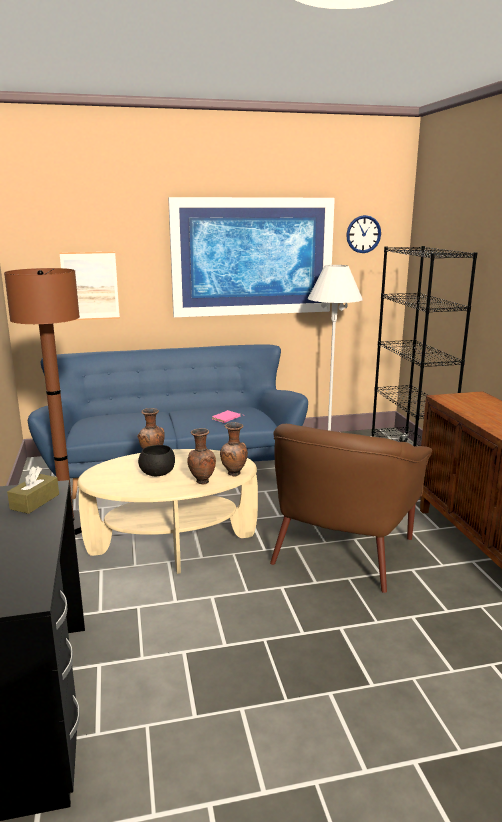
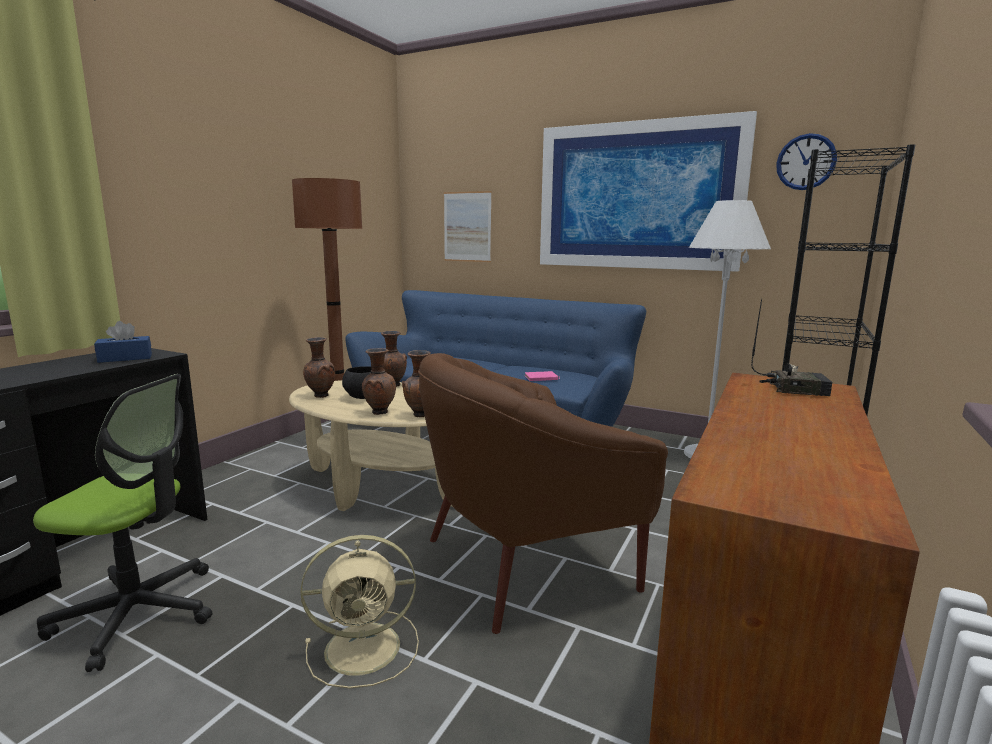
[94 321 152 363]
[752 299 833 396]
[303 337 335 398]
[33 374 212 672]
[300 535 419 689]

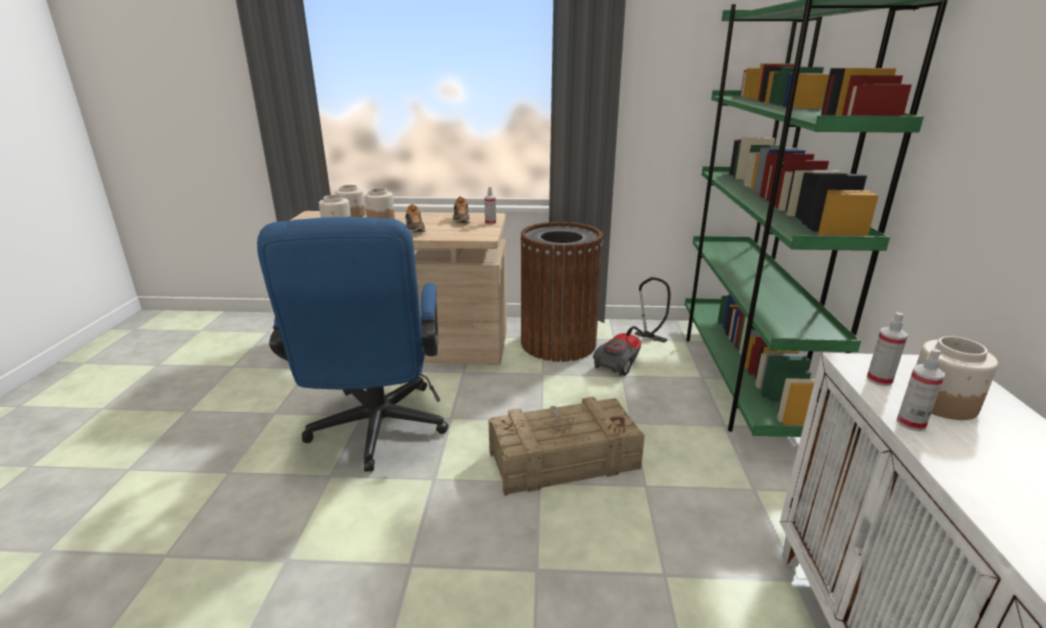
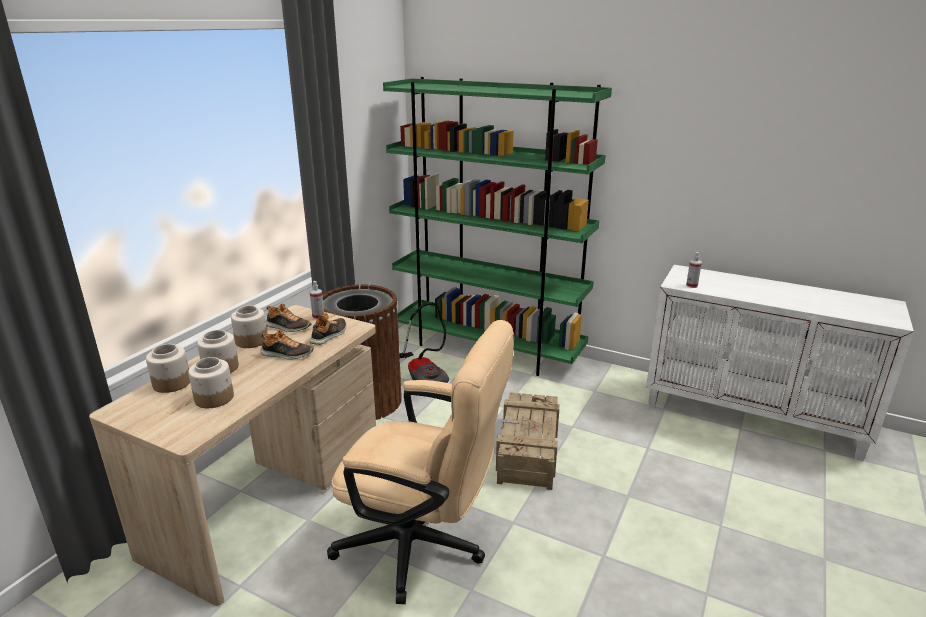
[327 320 514 604]
[231 306 268 348]
[896 348 945 431] (first image)
[309 313 346 345]

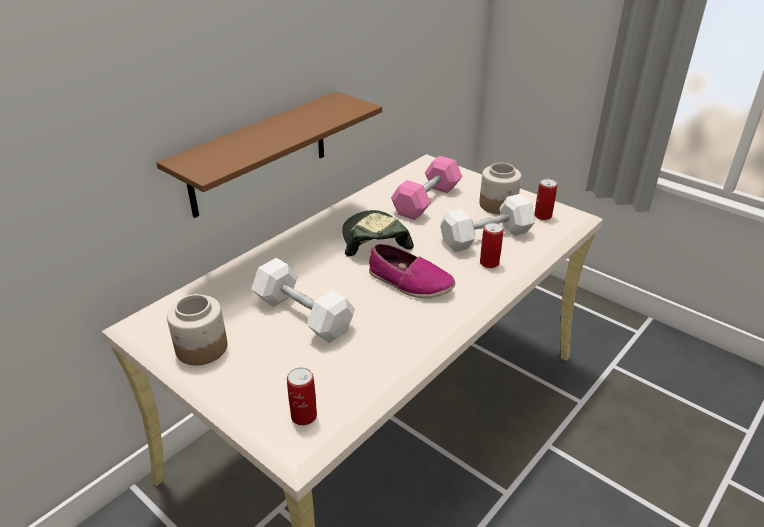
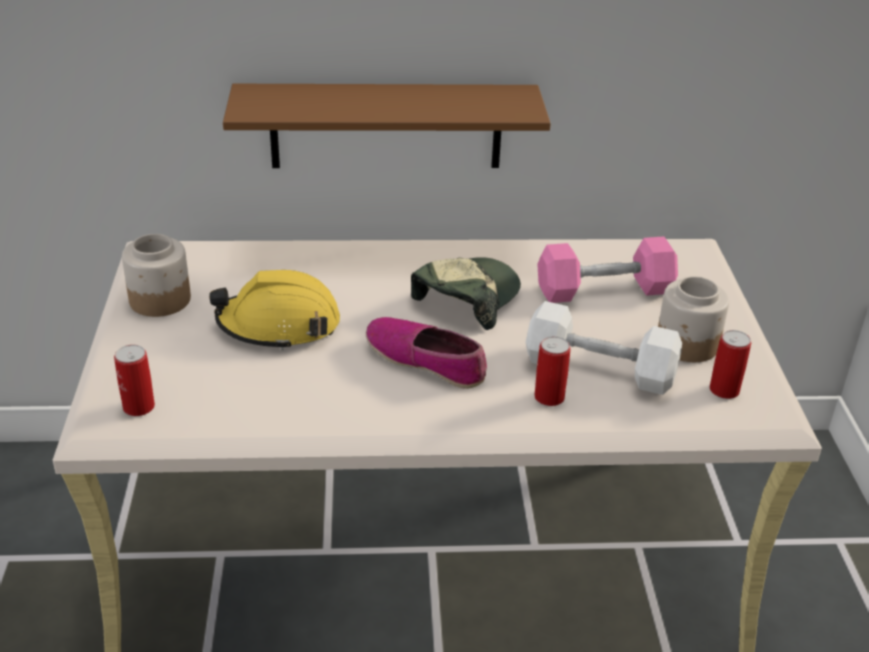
[366 317 487 389]
[209 270 340 351]

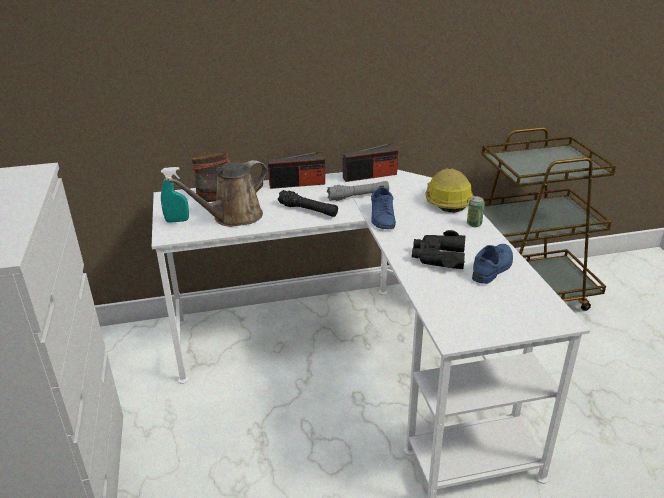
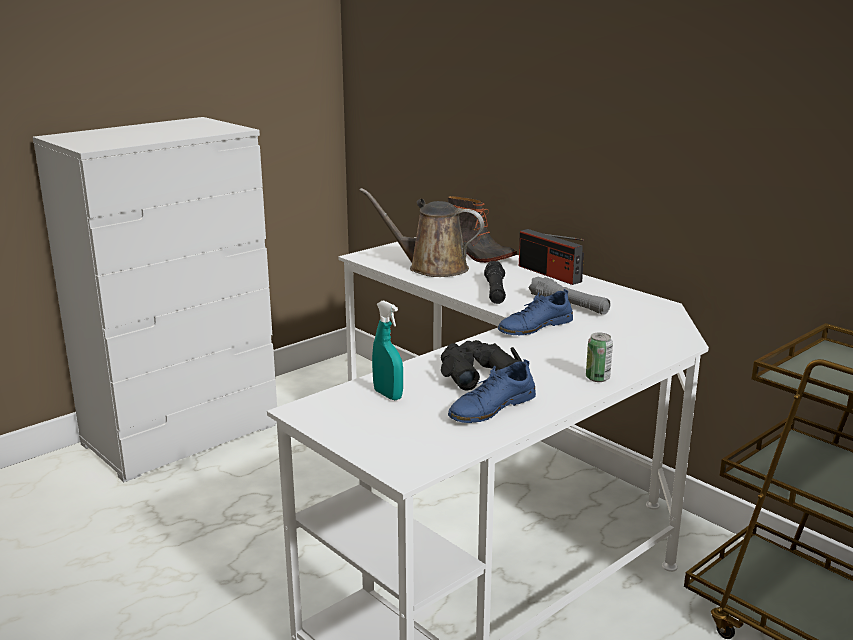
[343 142 398 182] (first image)
[372 300 403 400]
[426 168 474 213] (first image)
[448 359 536 423]

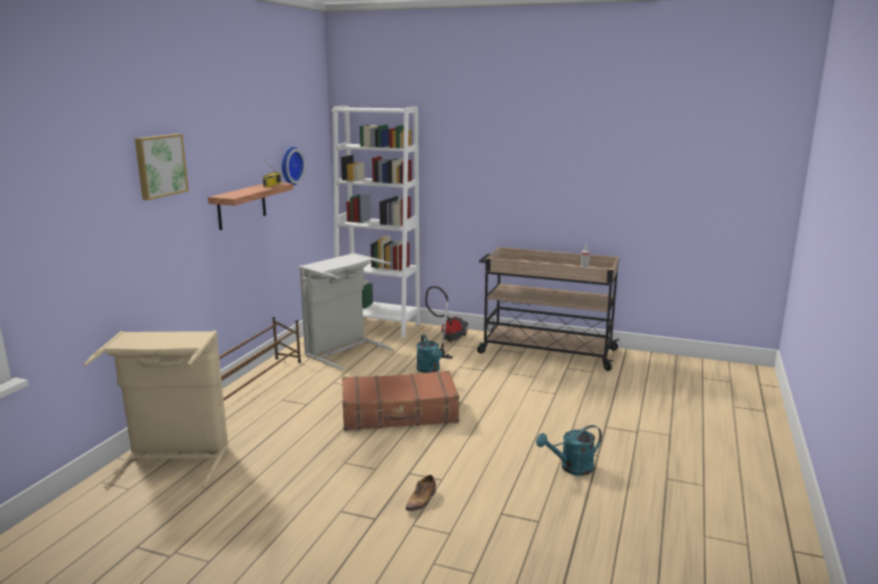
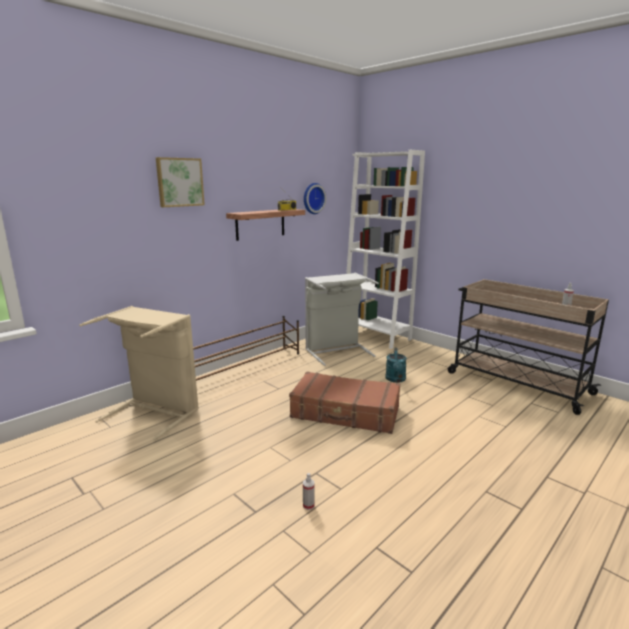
[425 286 468 359] (first image)
[536 425 602 476] (first image)
[303 473 315 510]

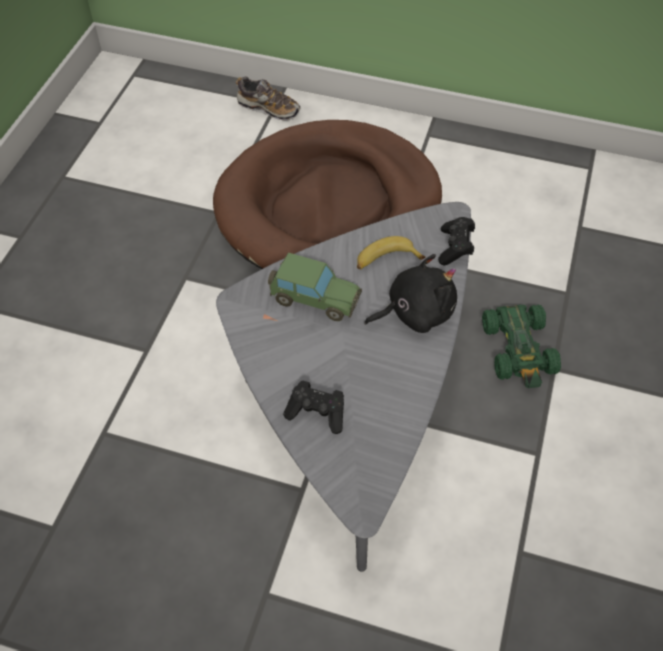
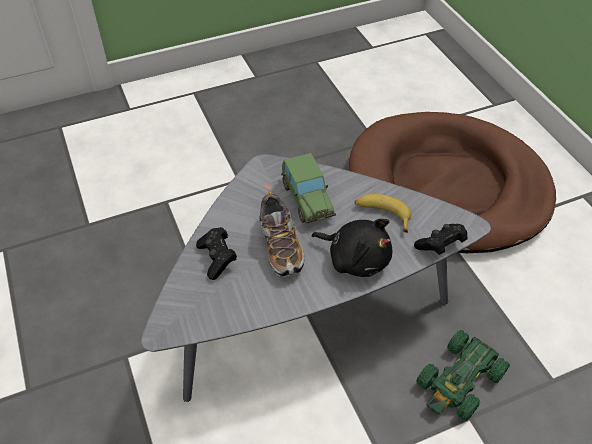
[259 192 304 277]

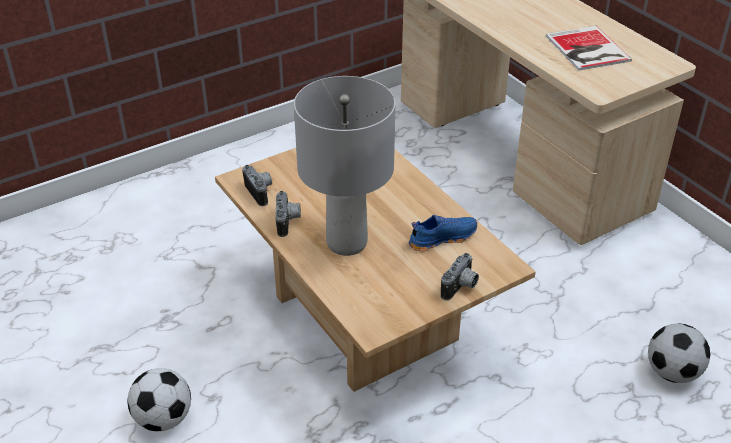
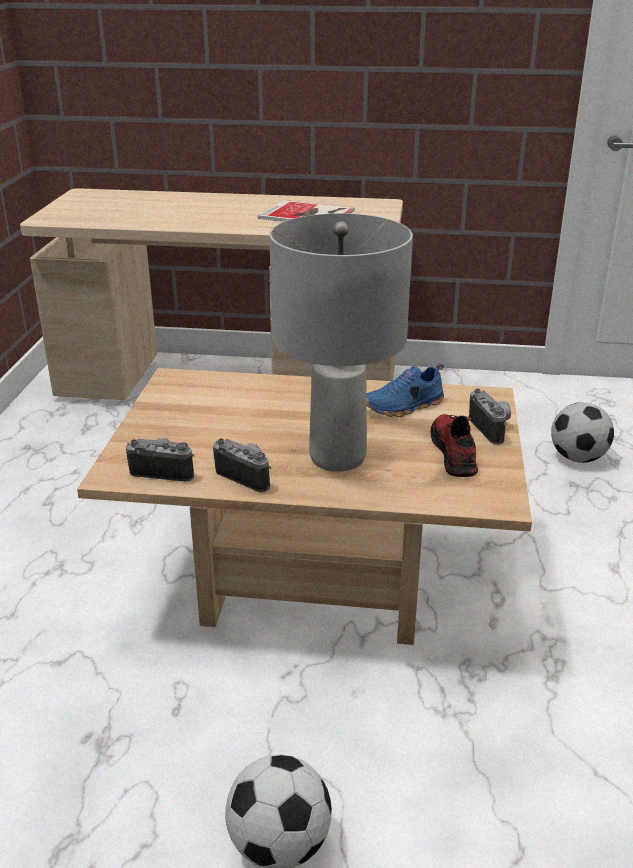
[366 363 444 417]
[431 414 478 477]

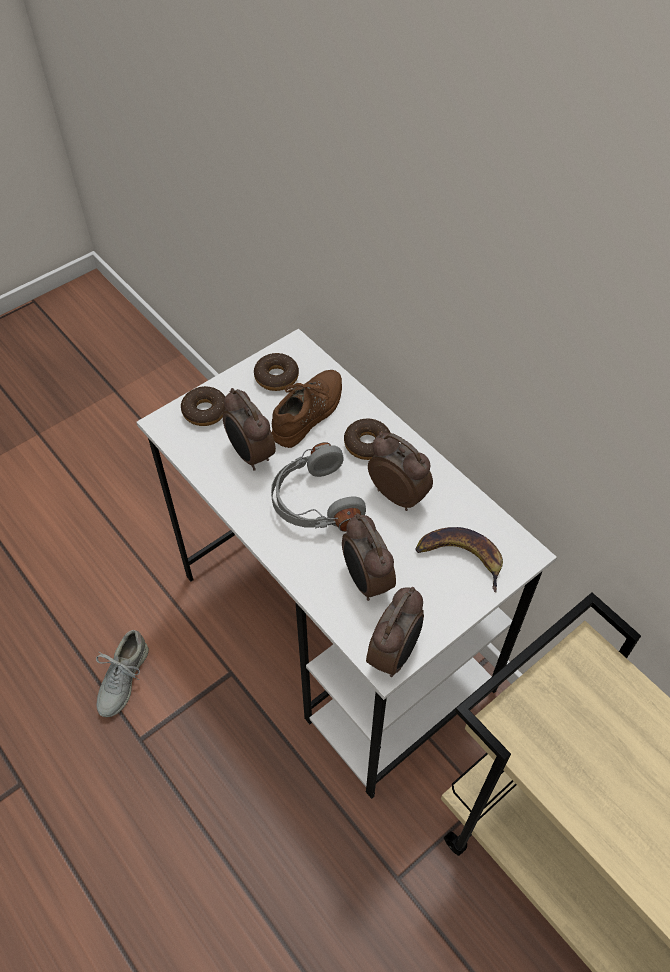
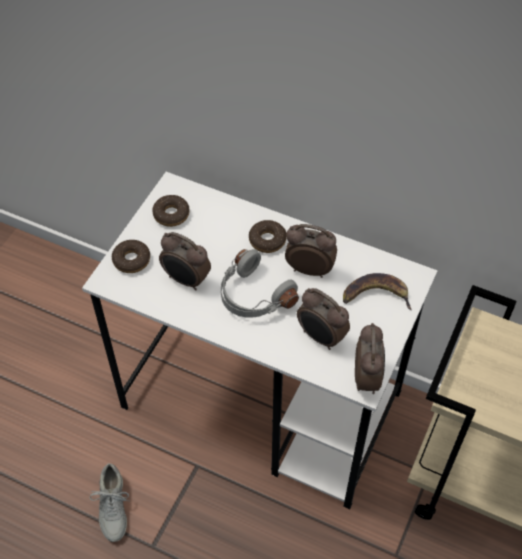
[272 370 342 448] (first image)

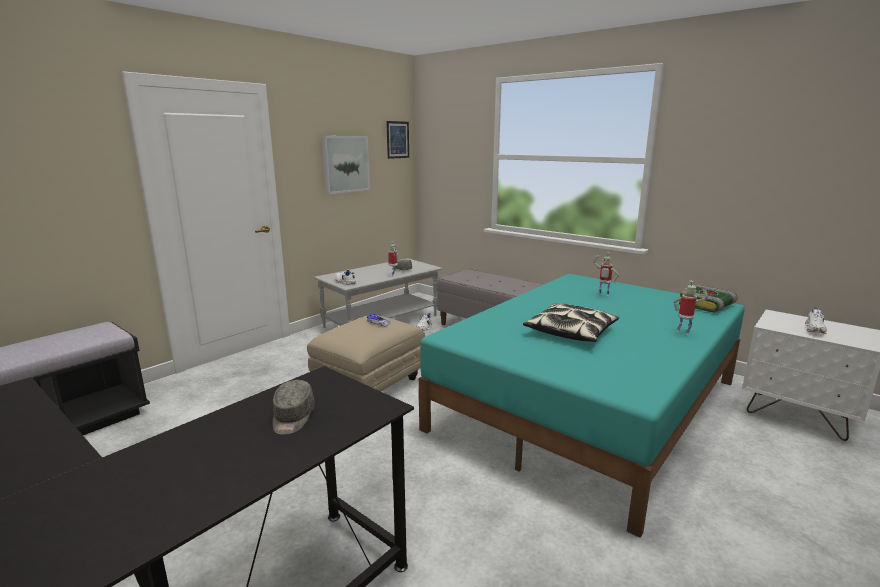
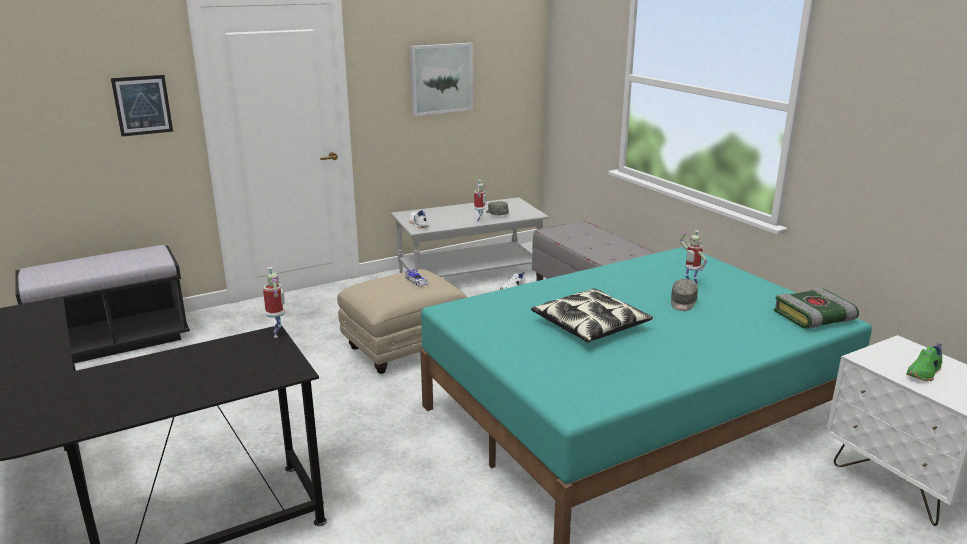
[111 75 173 137]
[263 267 285 338]
[906 343 942 381]
[671 279 698 311]

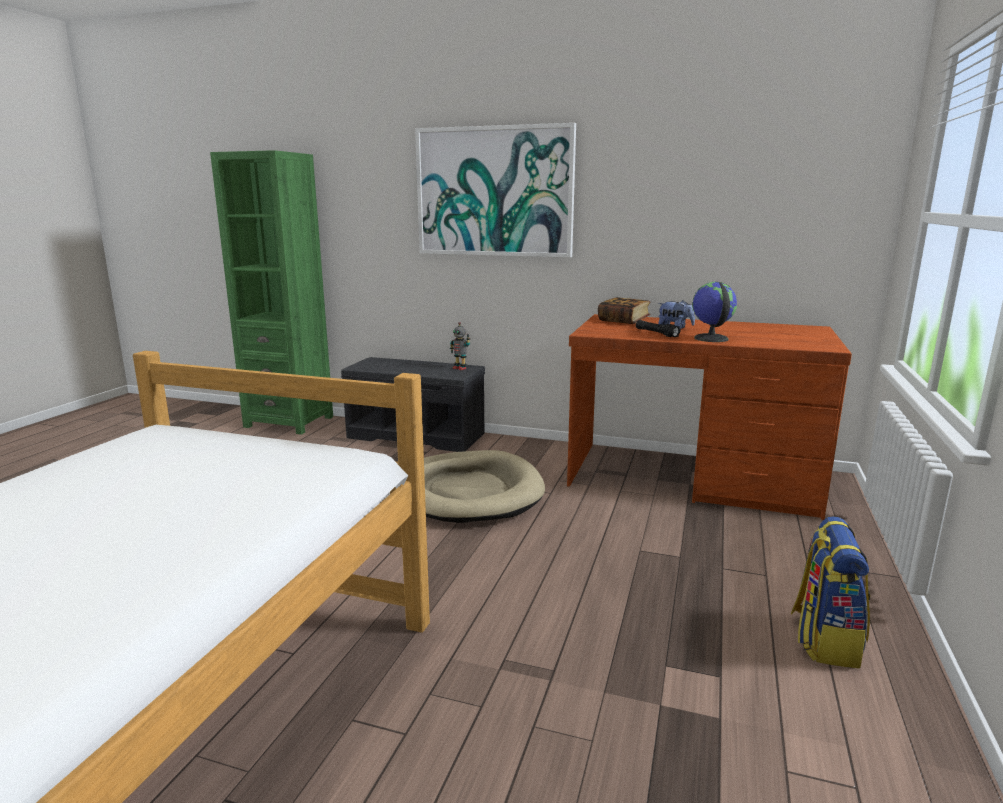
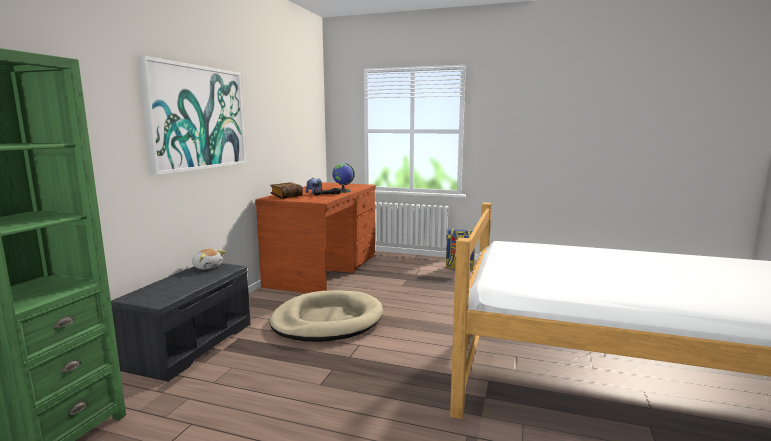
[192 249 225 270]

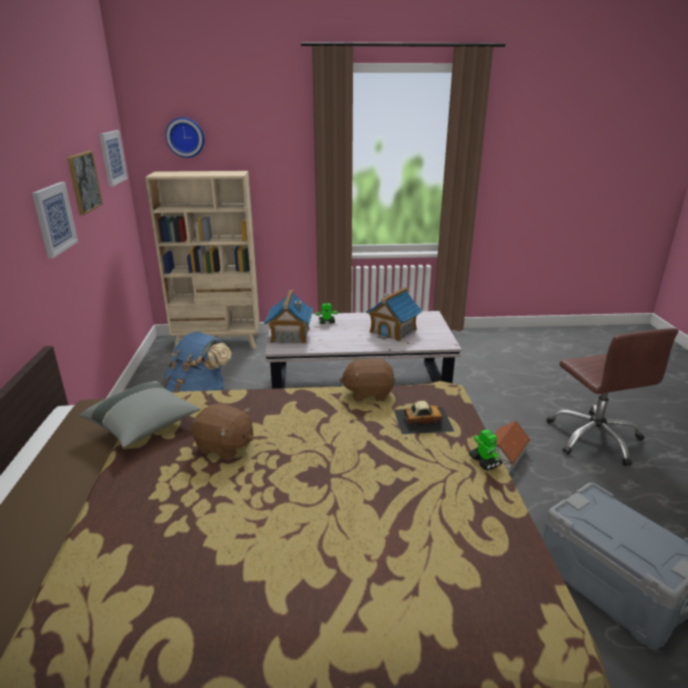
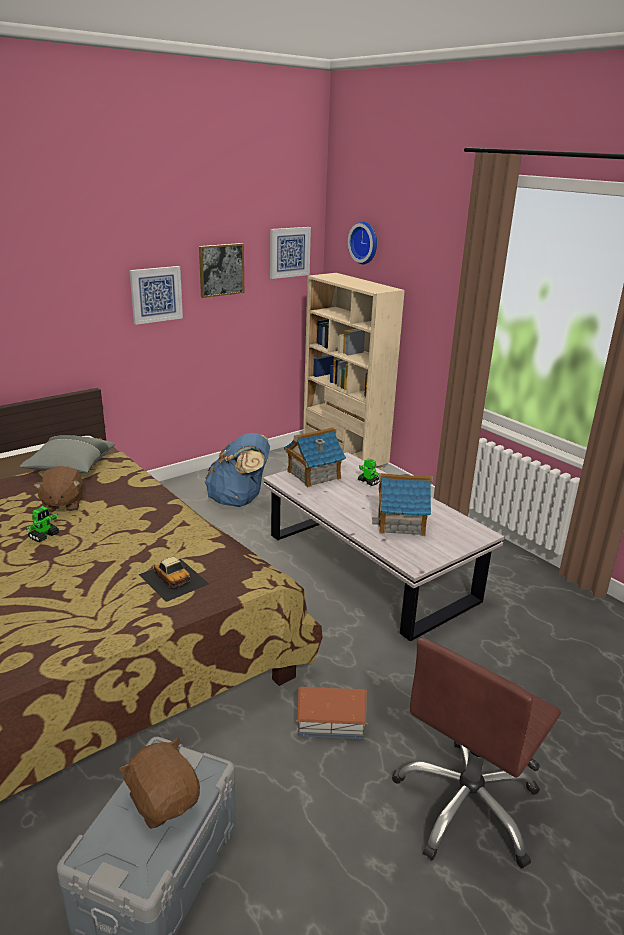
[119 737 200 829]
[26 506 59 542]

